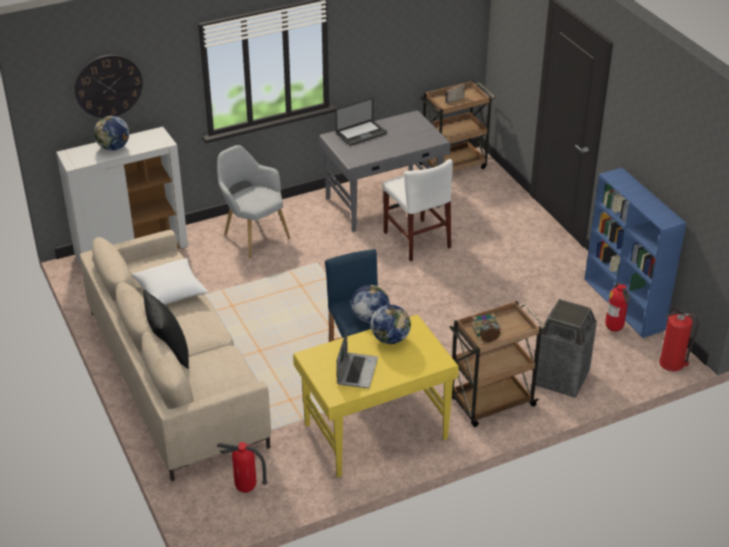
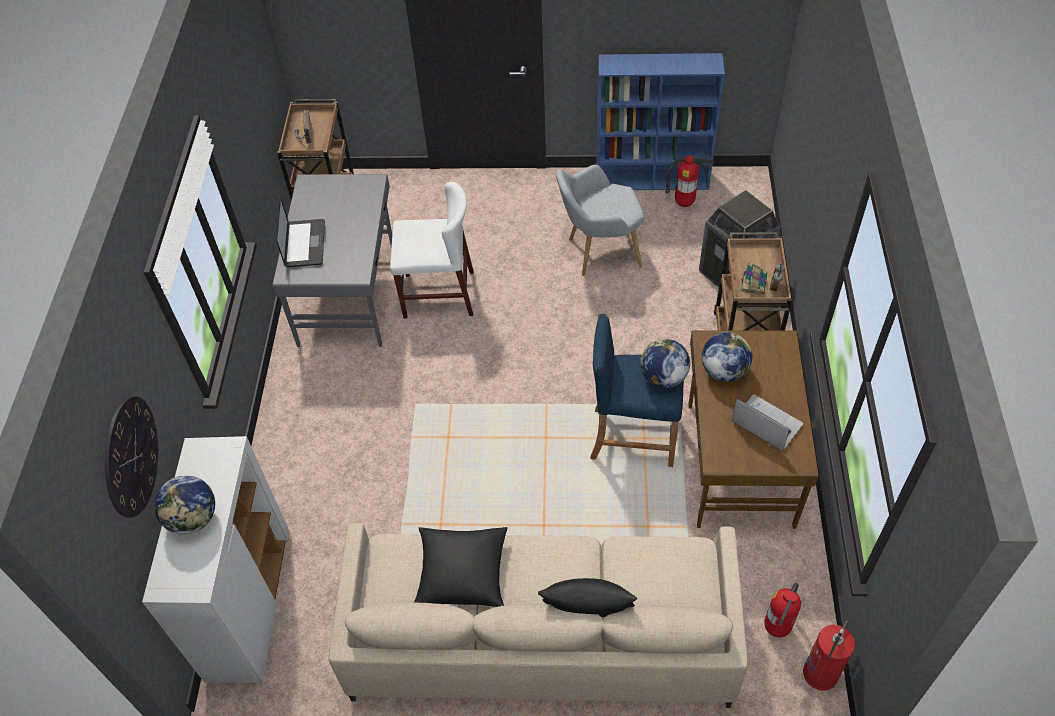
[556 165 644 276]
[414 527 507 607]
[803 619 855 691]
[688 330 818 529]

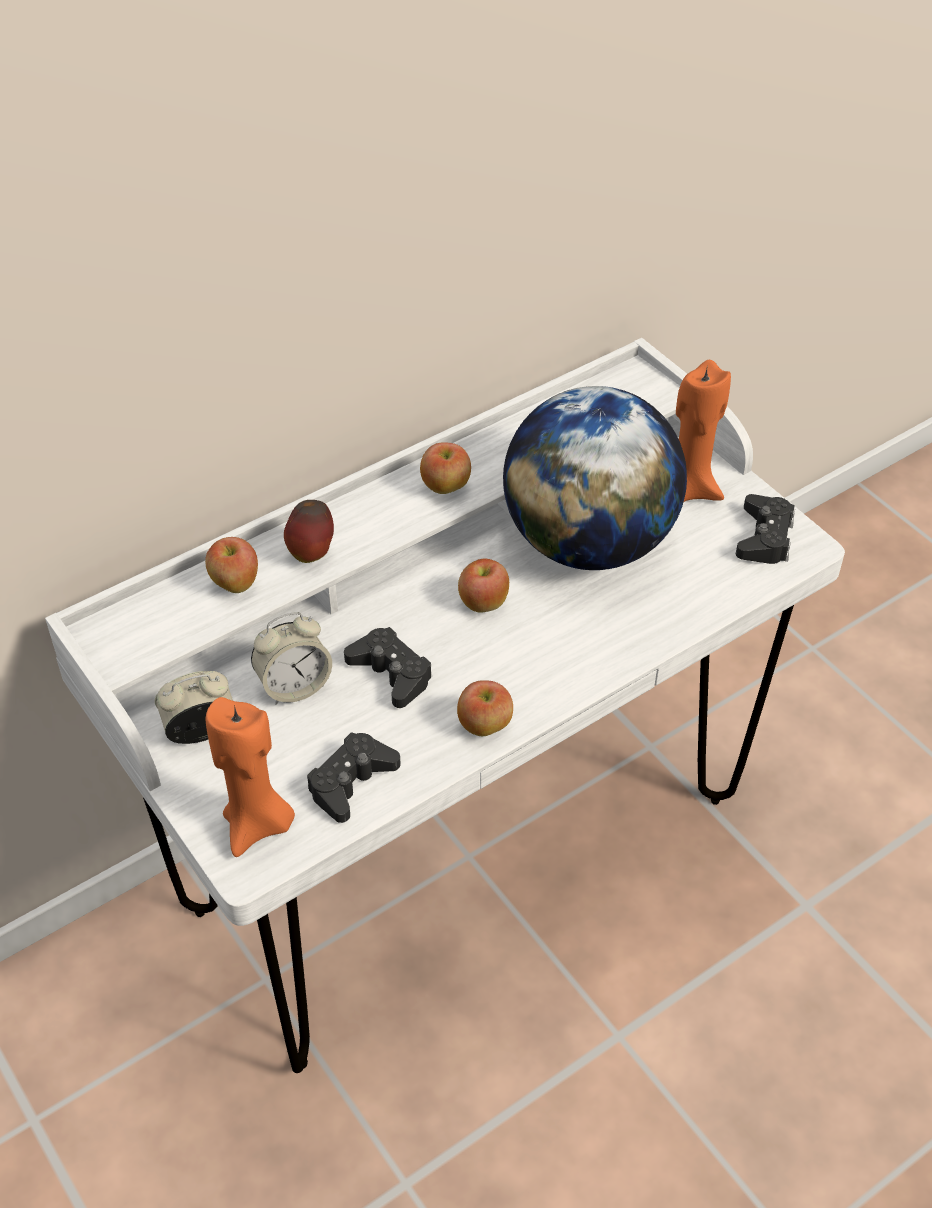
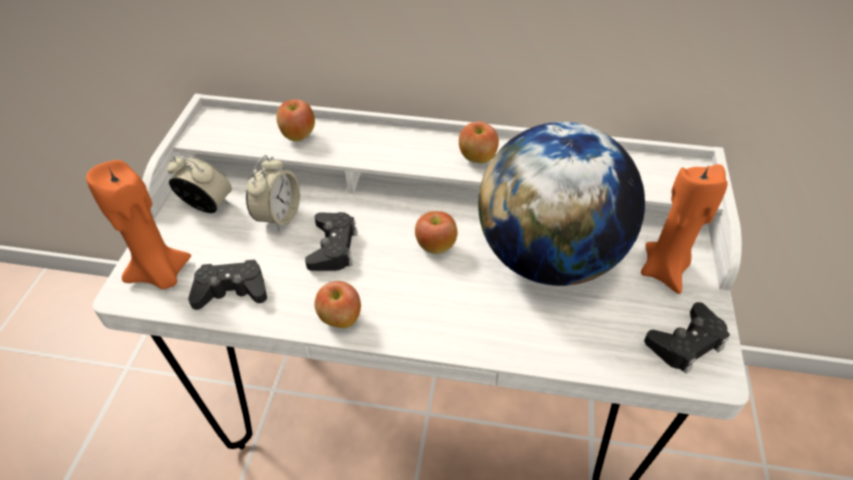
[284 500 334 563] (first image)
[246 155 300 231]

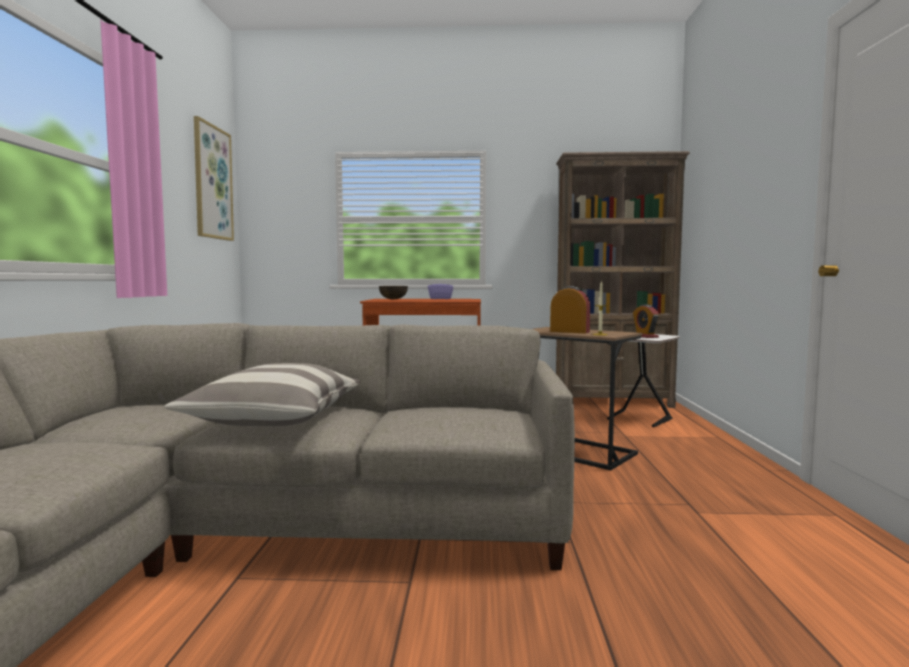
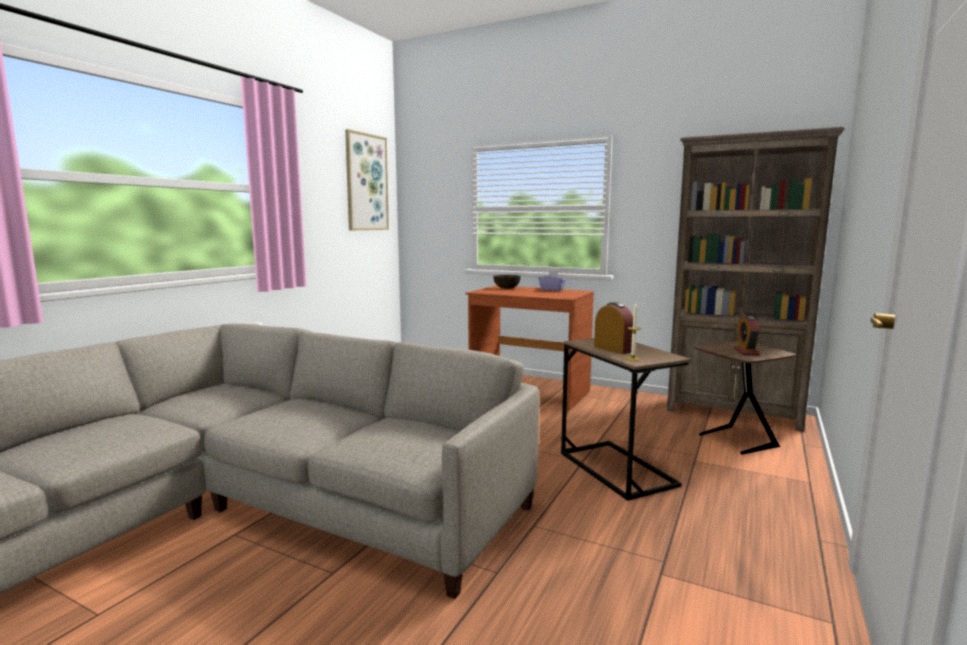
[695 341 796 455]
[164 363 360 427] (first image)

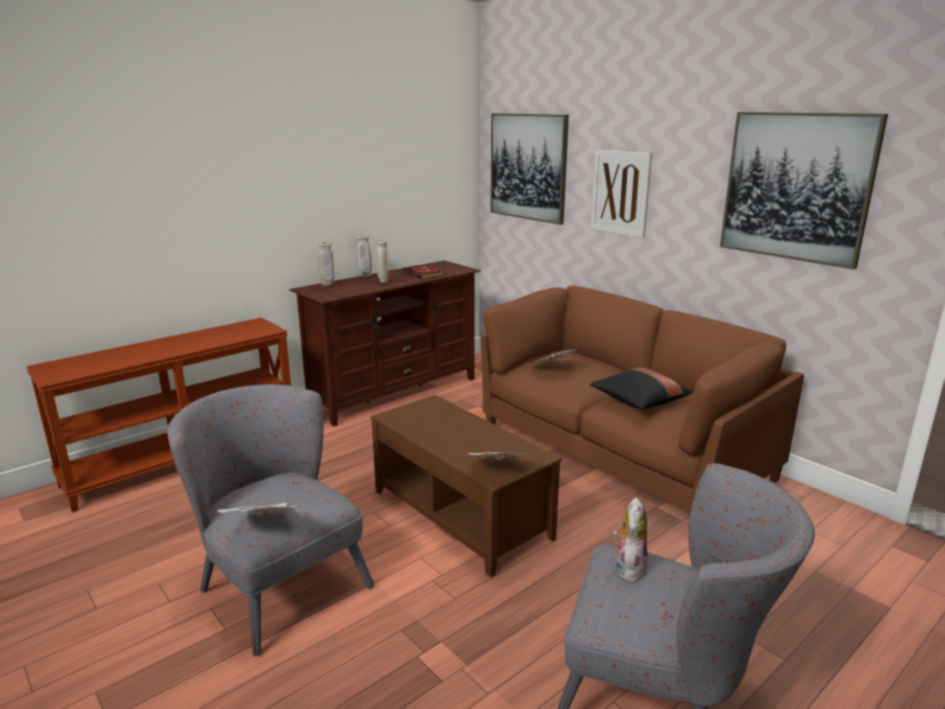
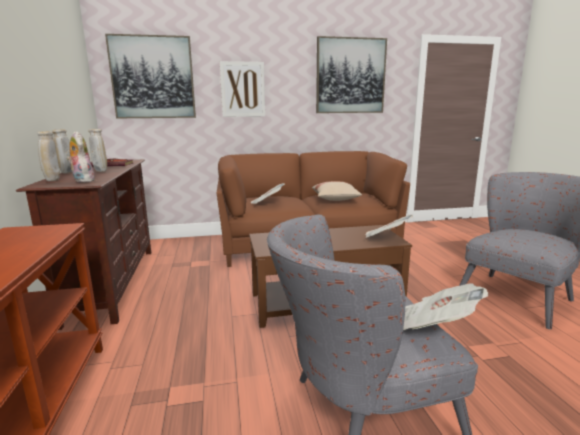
[312 181 362 201]
[66 131 95 183]

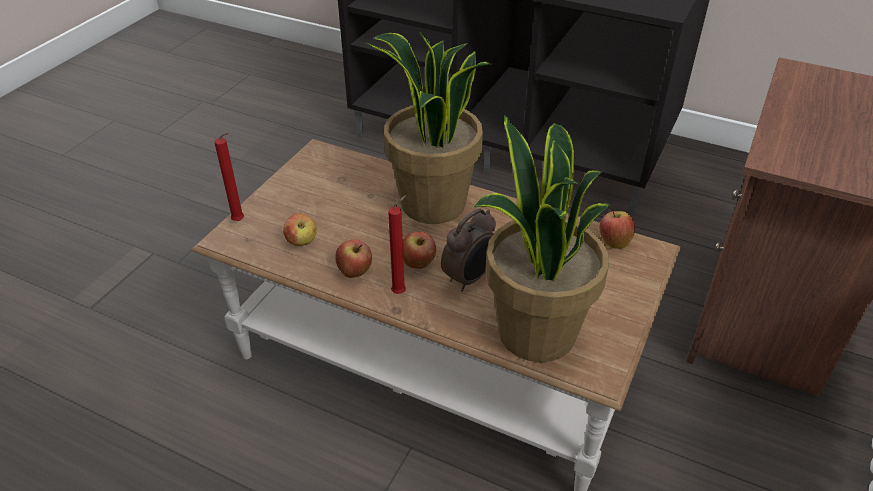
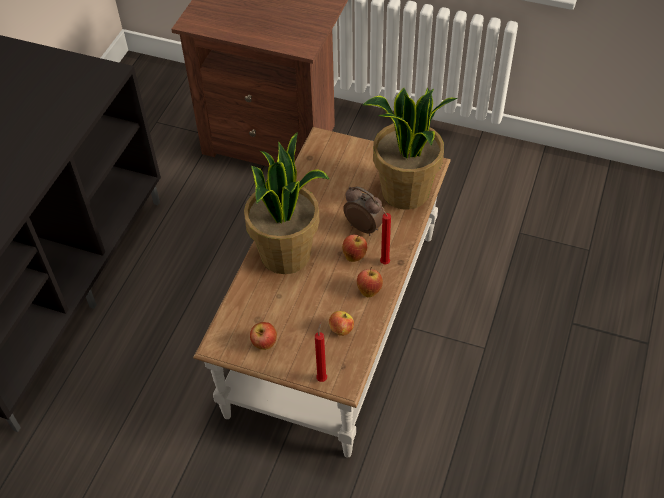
[250 322 277 350]

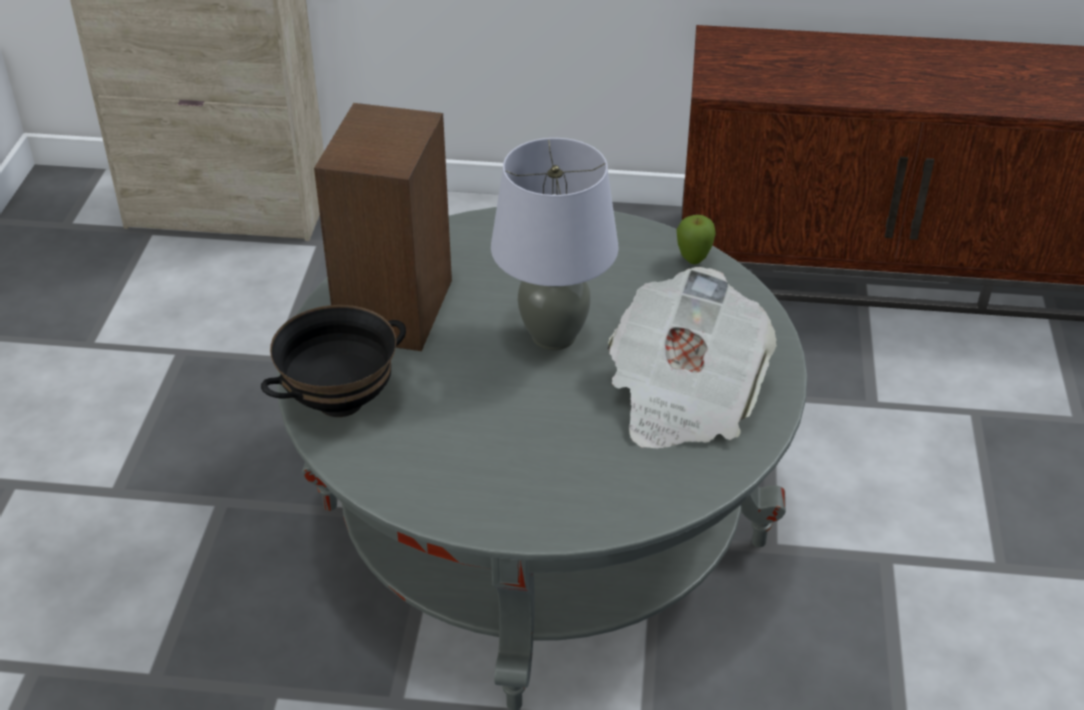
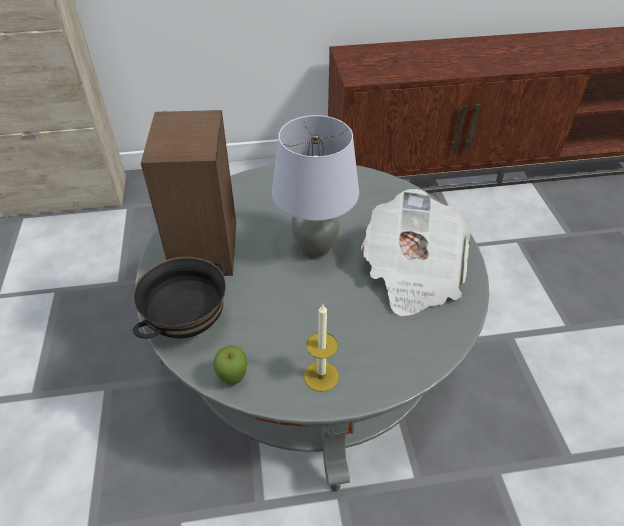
[213 345 247 385]
[304 304 339 392]

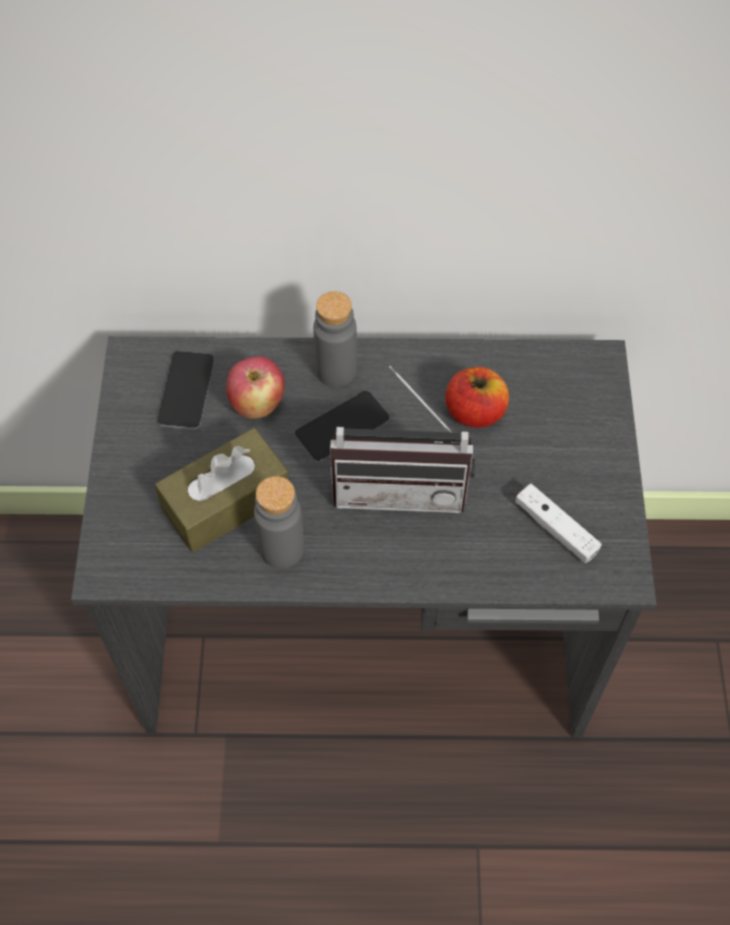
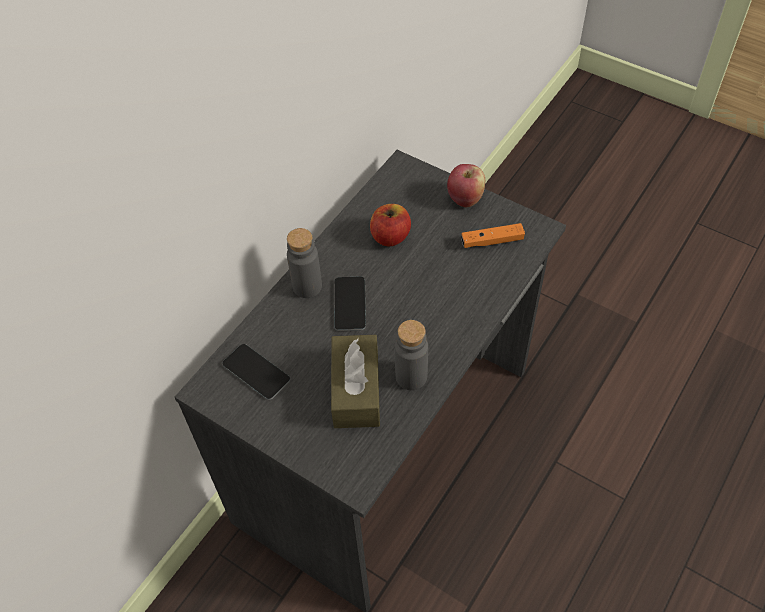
[447 164 485 207]
[330 366 475 513] (first image)
[461 223 525 248]

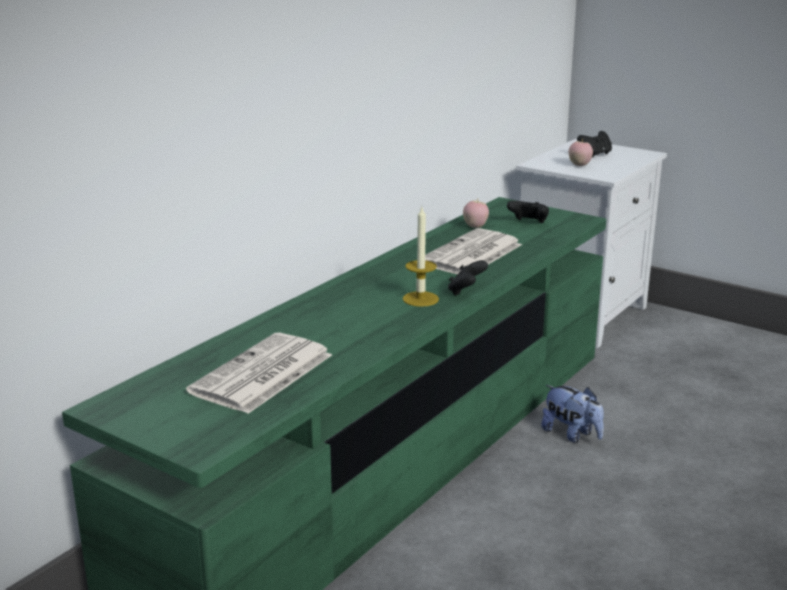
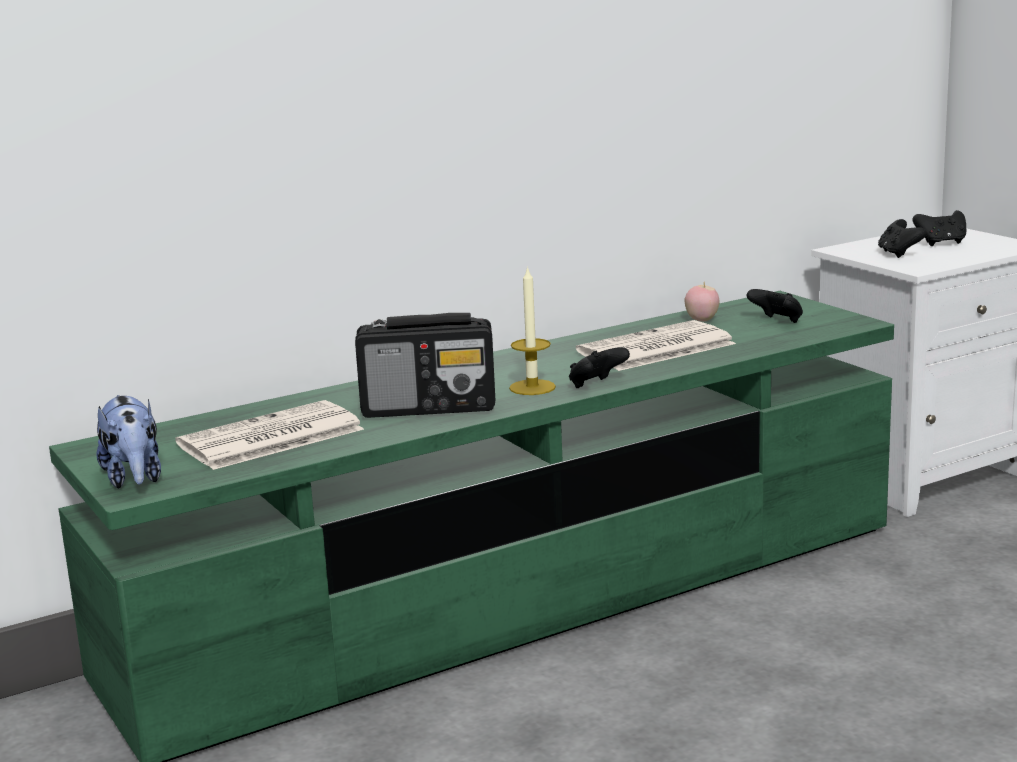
[878 219 926 258]
[97 395 161 488]
[355 313 495 418]

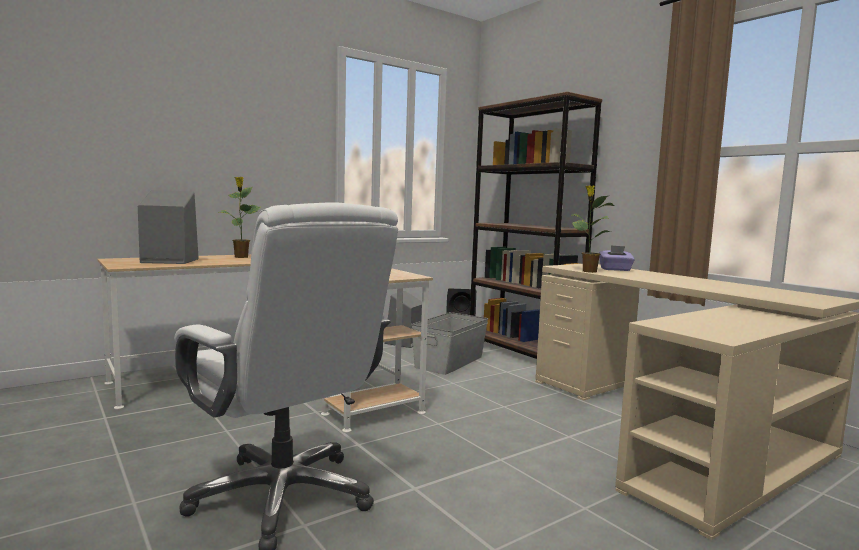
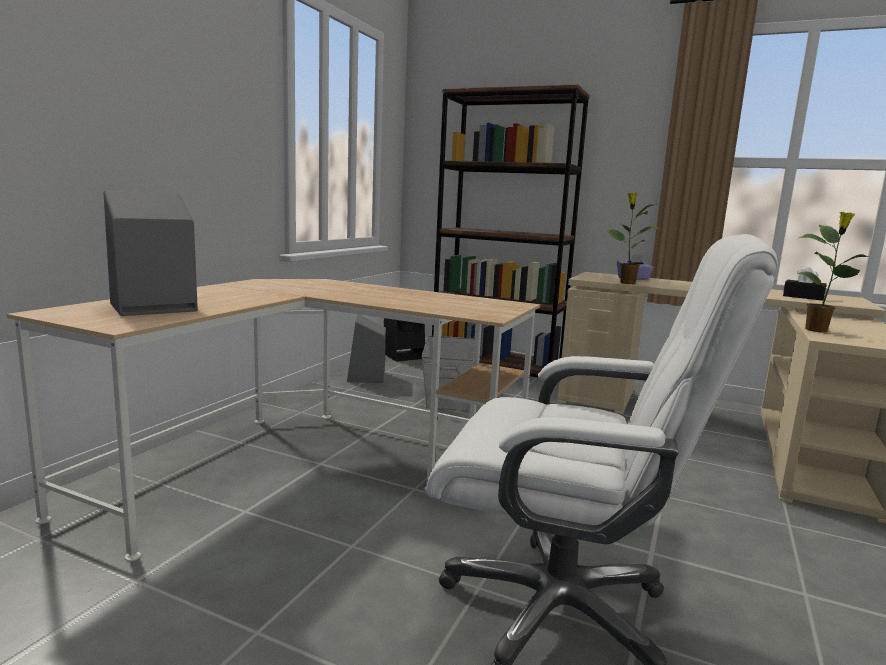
[798 212 870 333]
[783 267 827 301]

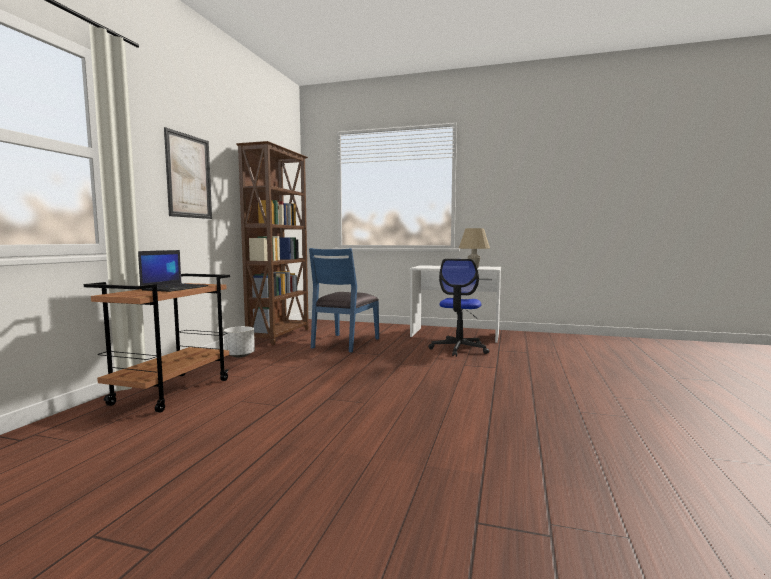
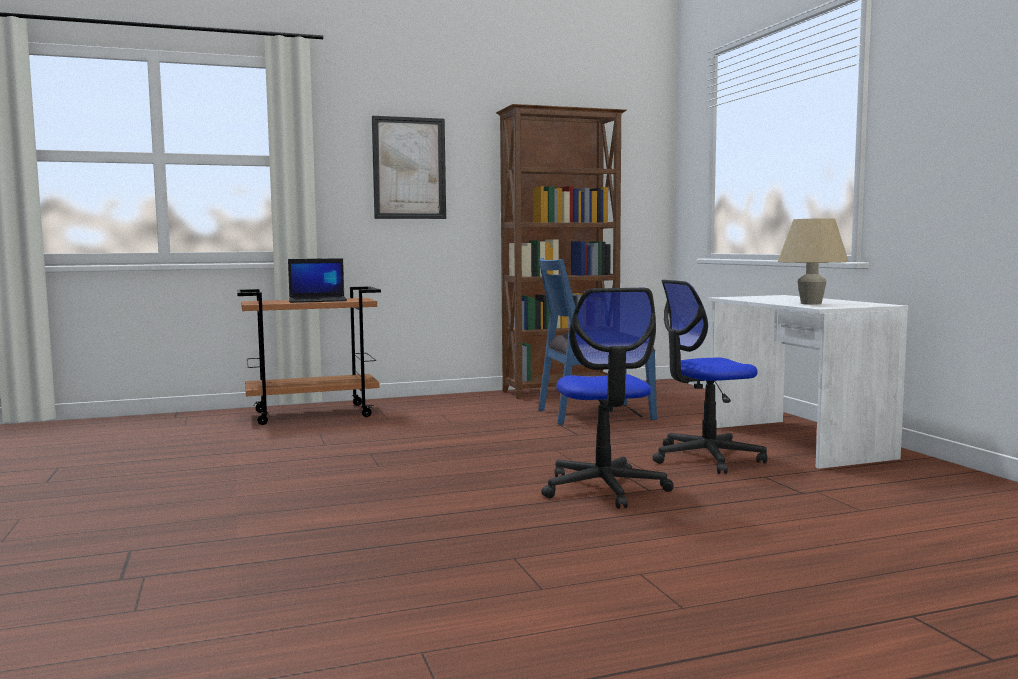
[224 326 255 357] (first image)
[541 288 674 509]

